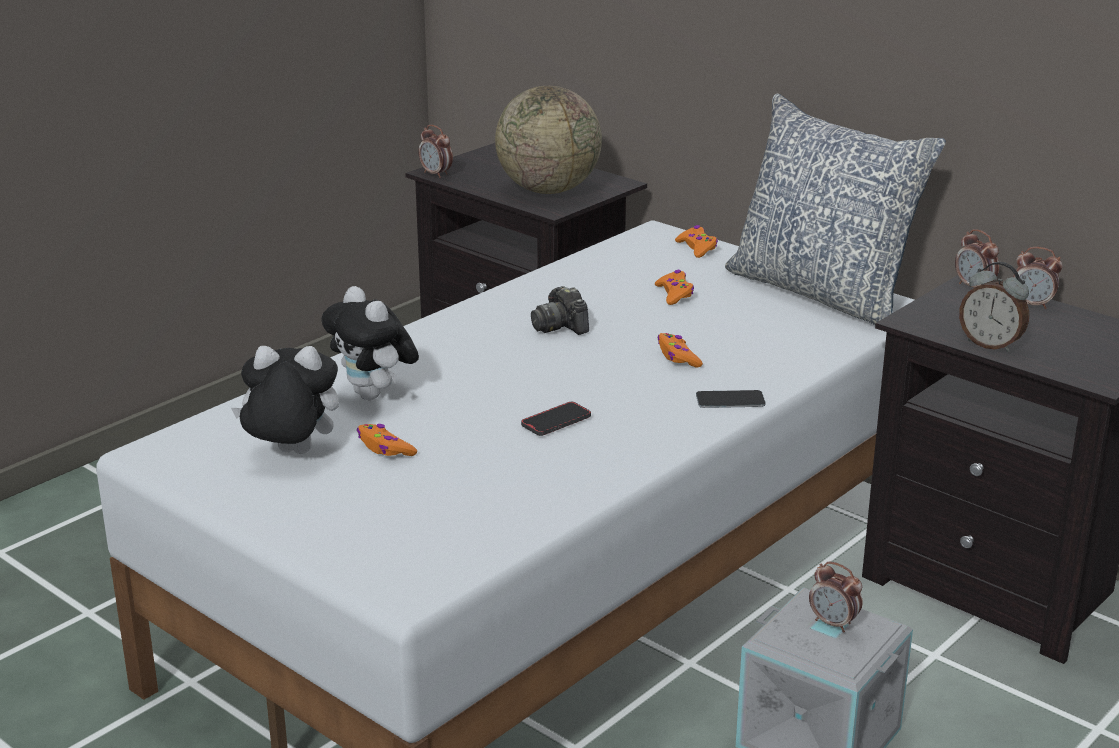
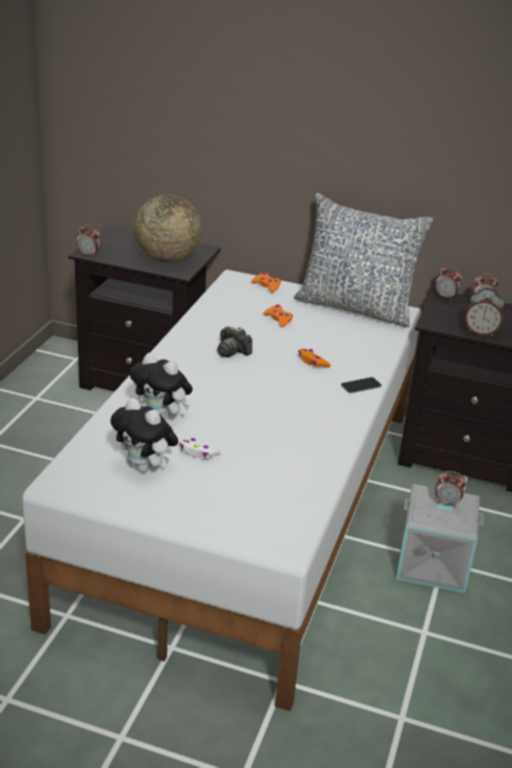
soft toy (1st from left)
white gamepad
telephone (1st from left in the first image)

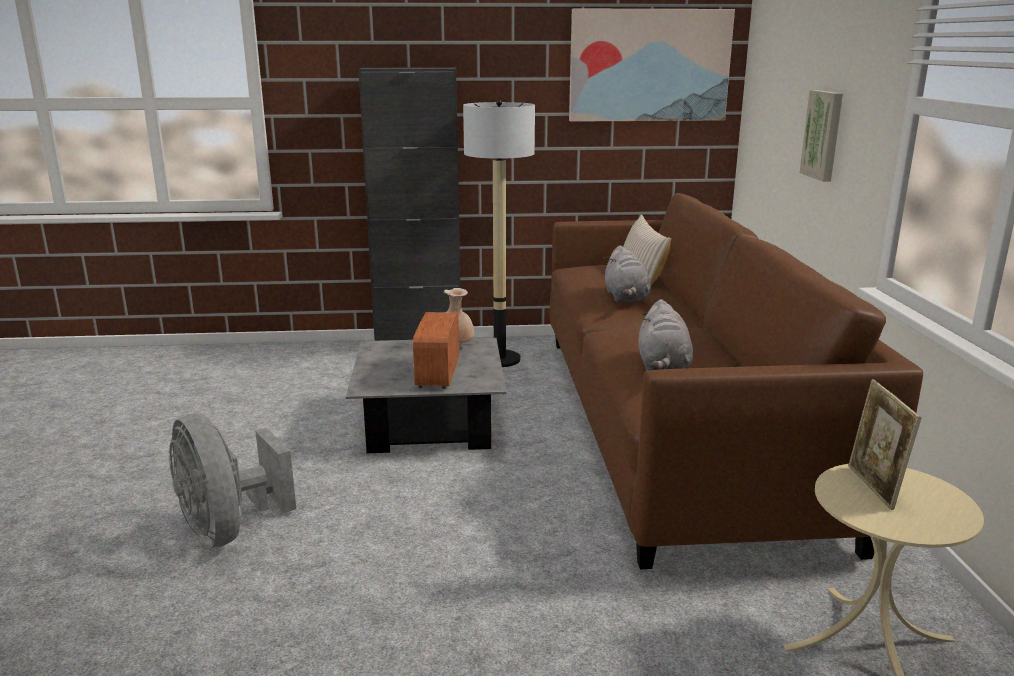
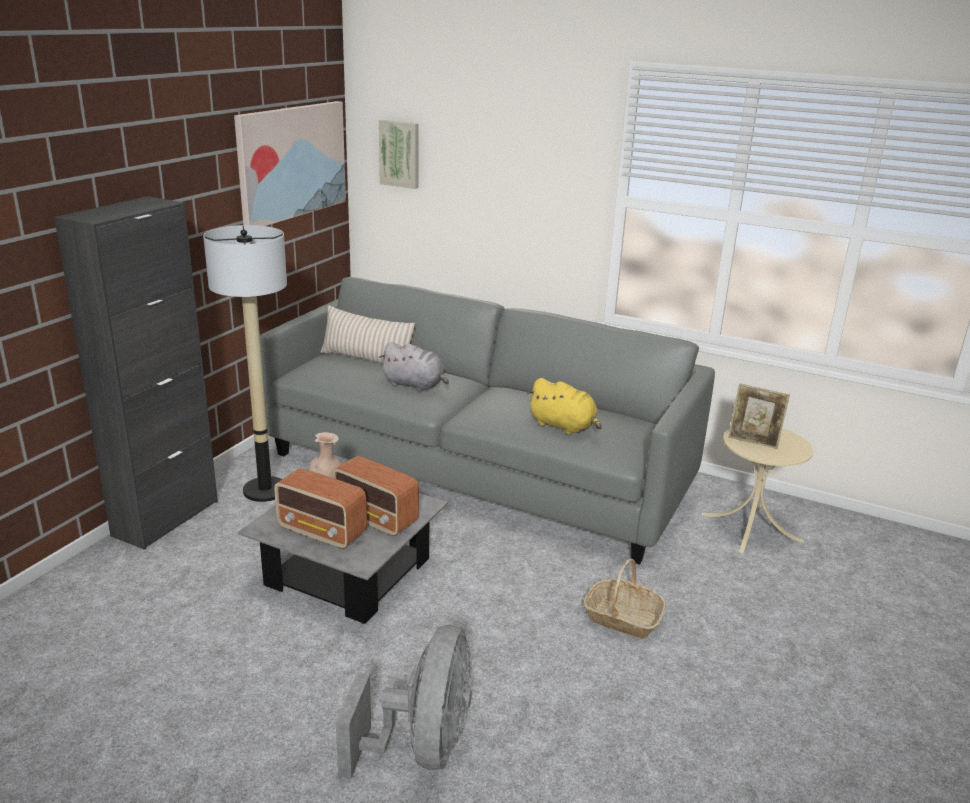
greyish couch
radio set (1st from left)
greyish cooling fan
wall art (2nd from left)
yellow soft toy
basket

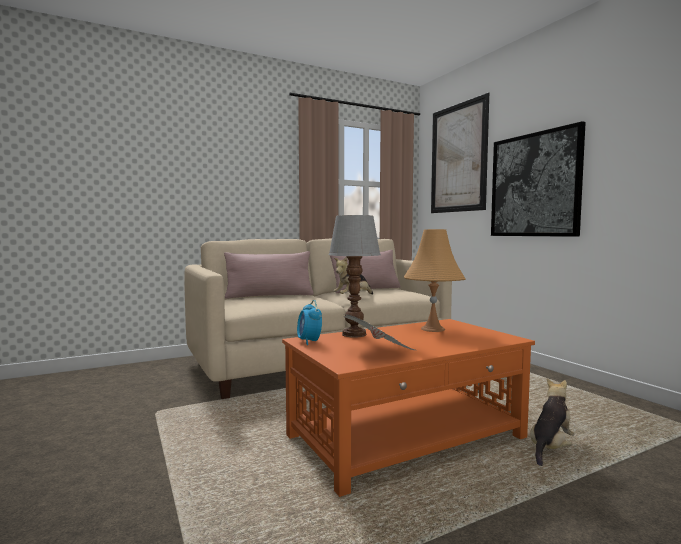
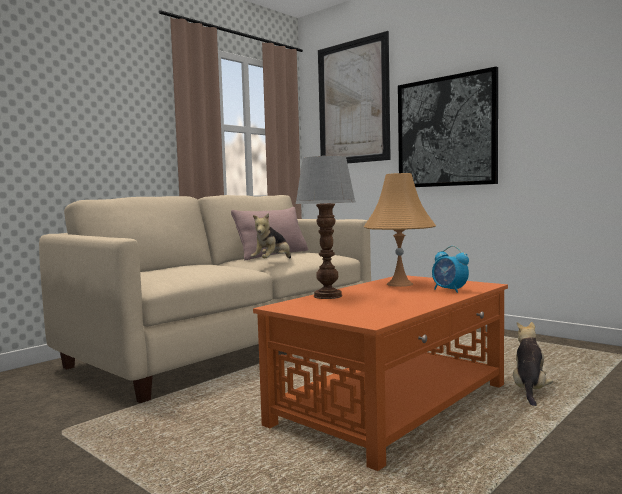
alarm clock
pinkish pillow (1st from left in the first image)
daily paper

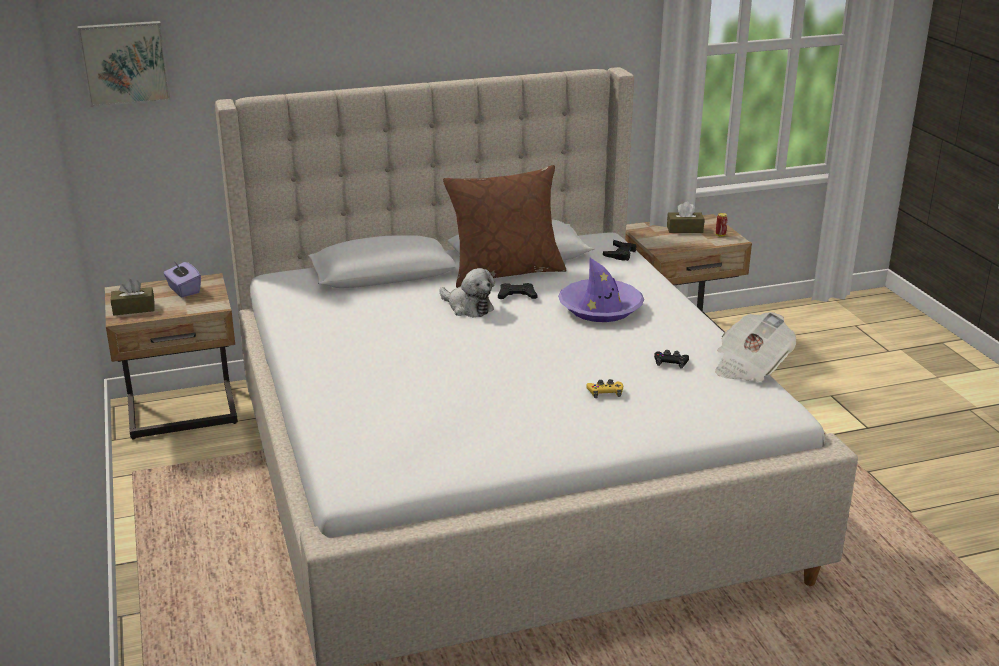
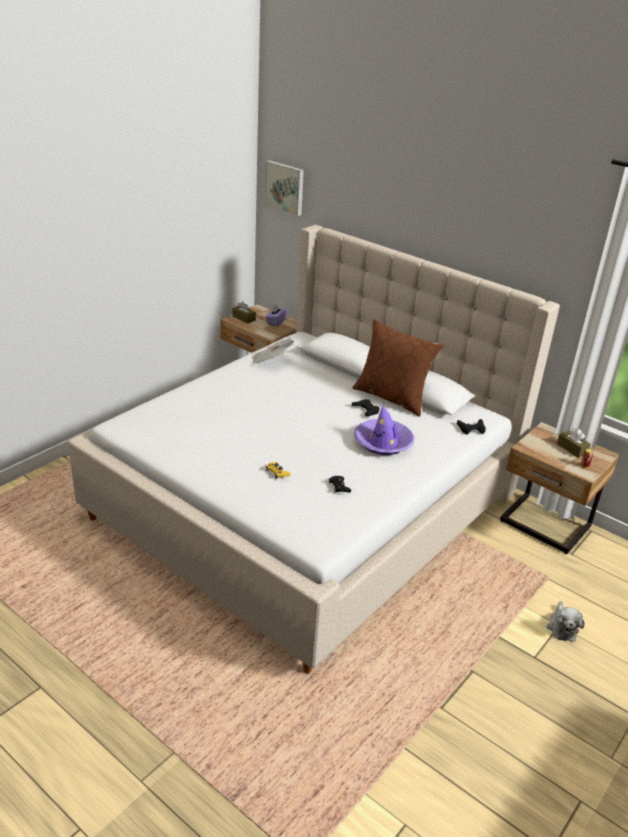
daily paper
soft toy

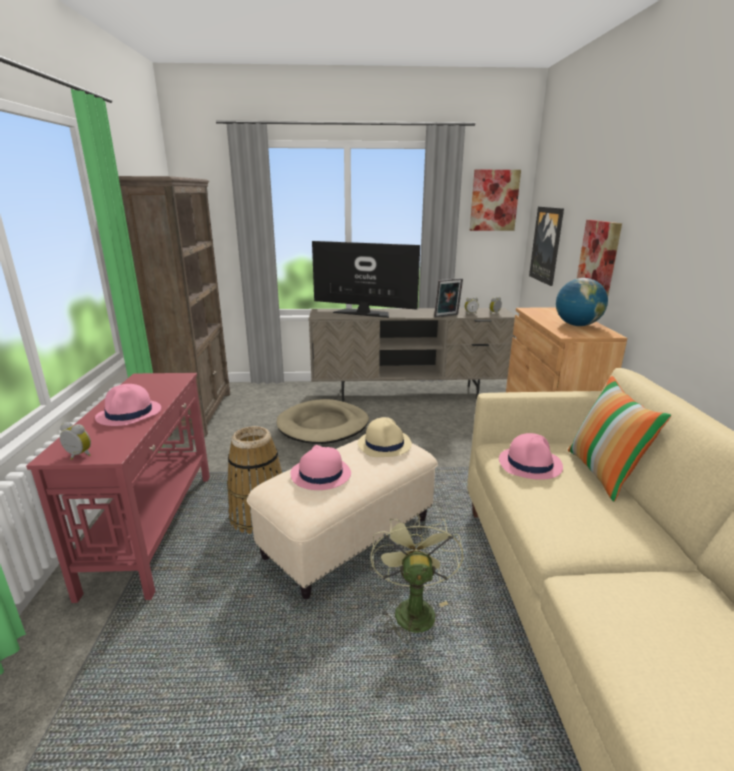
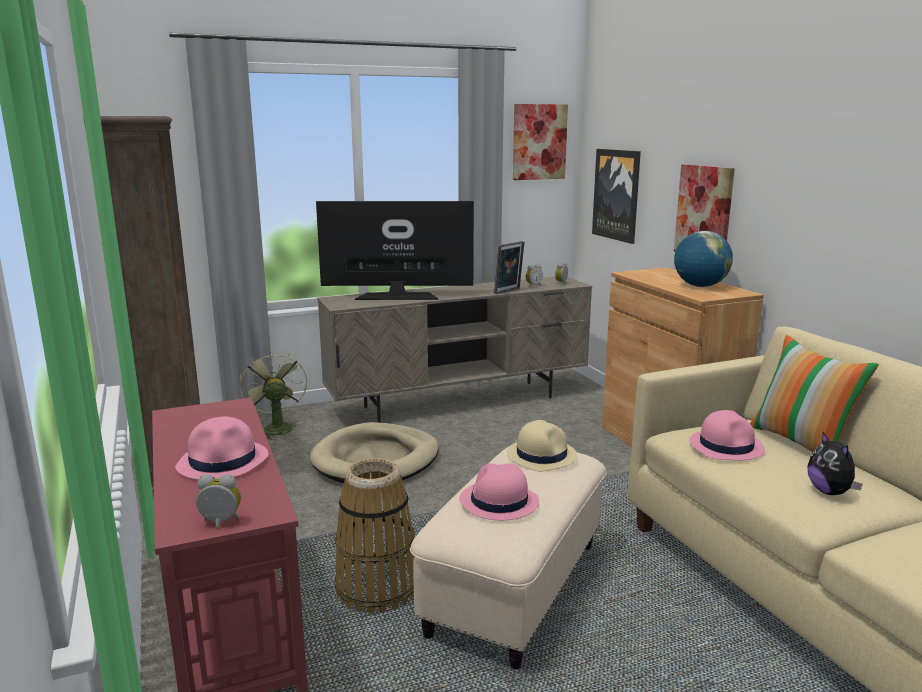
green cooling fan
soft toy

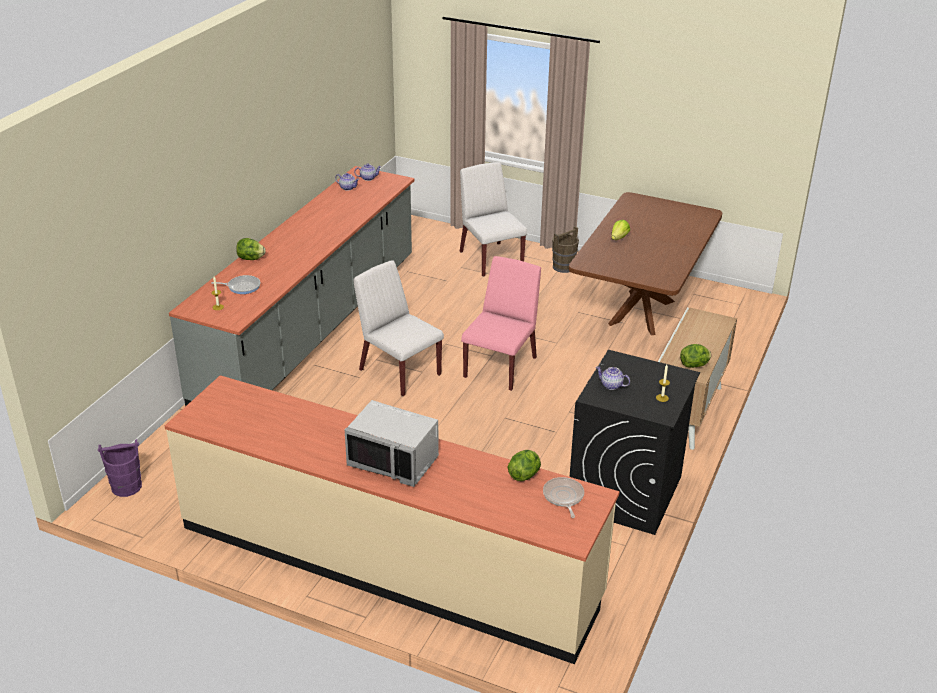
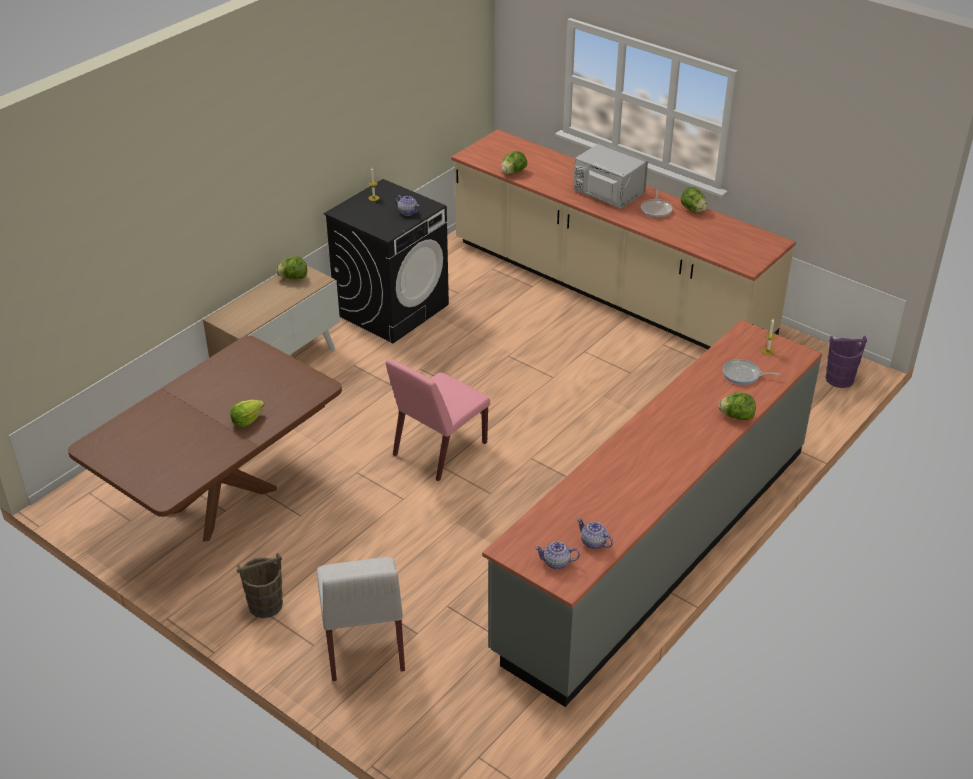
pan (1st from left)
lettuce (4th from left)
white upright chair (1st from left in the first image)

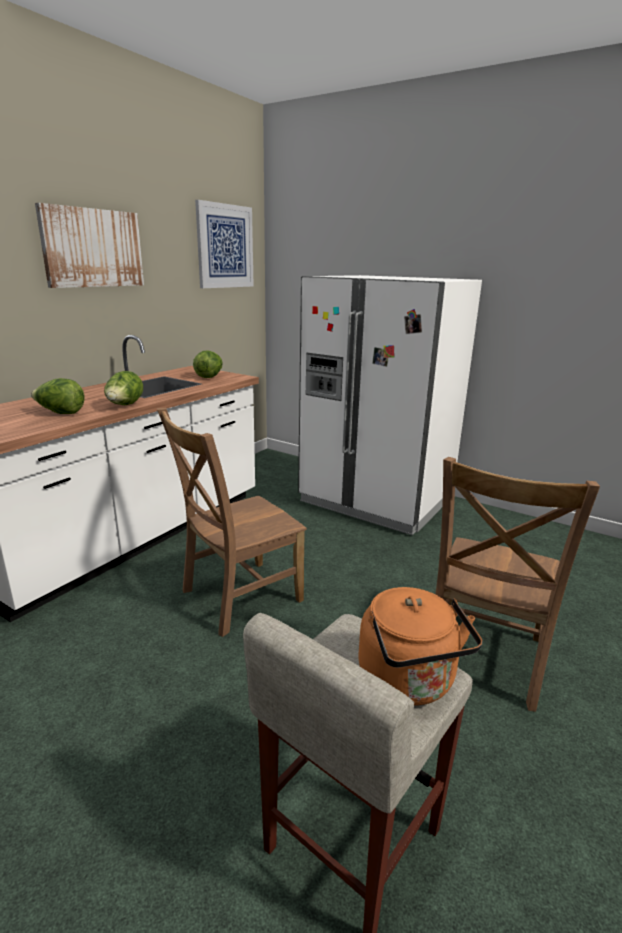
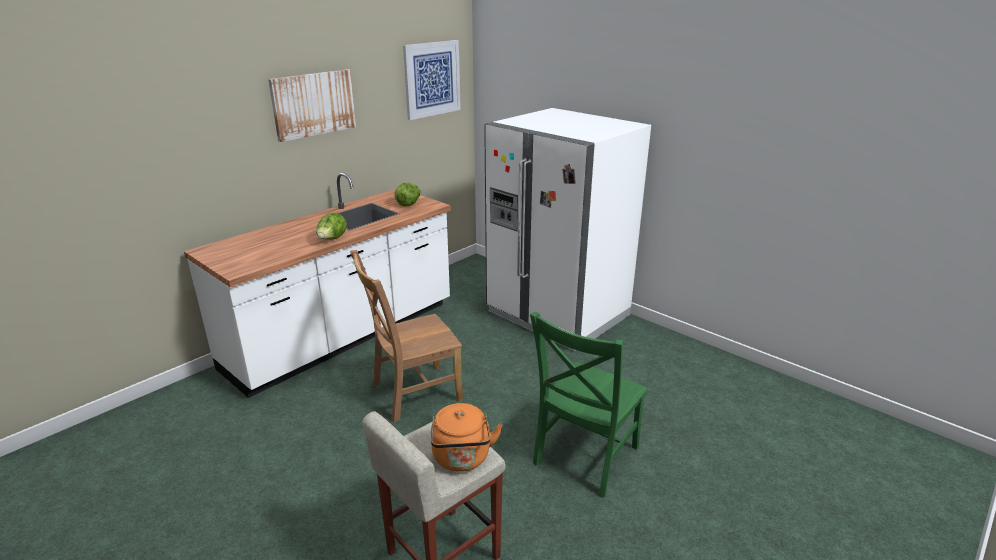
green upright chair
lettuce (1st from left in the first image)

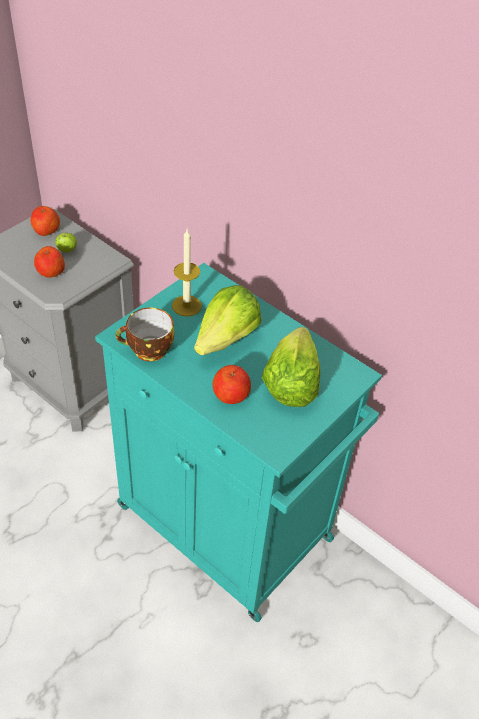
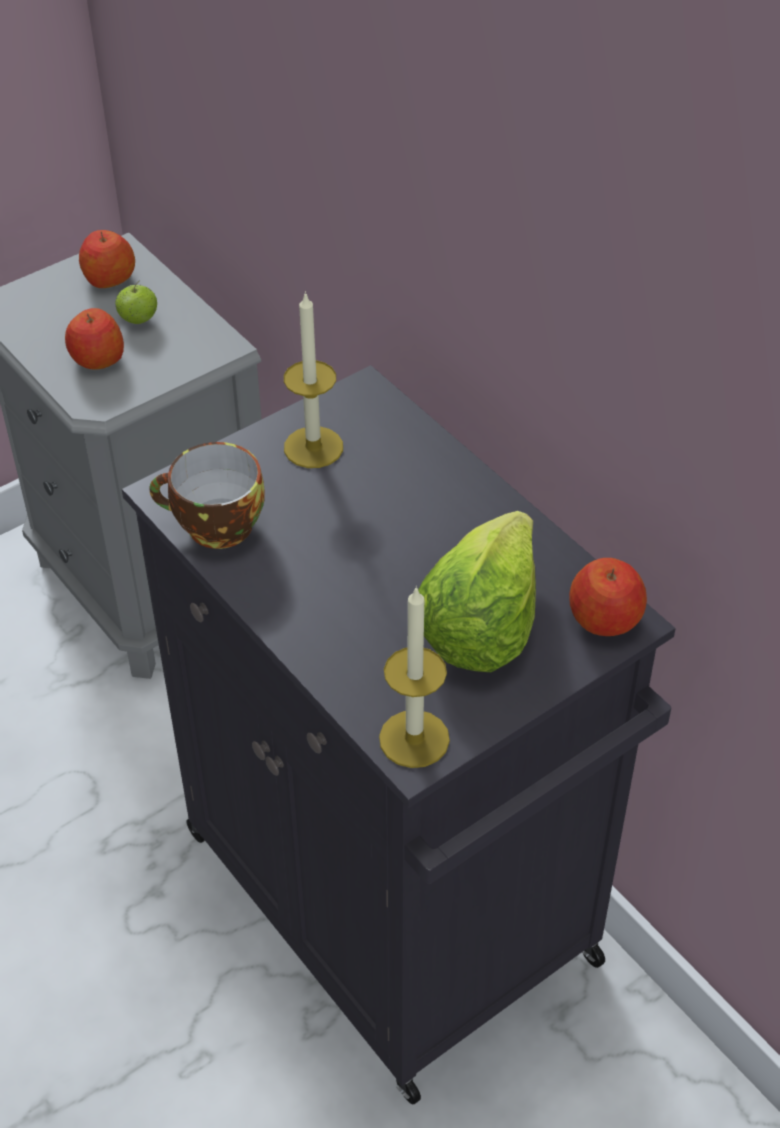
blackish cabinet
wax candle (2nd from left)
apple fruit (4th from left)
lettuce (1st from left in the first image)

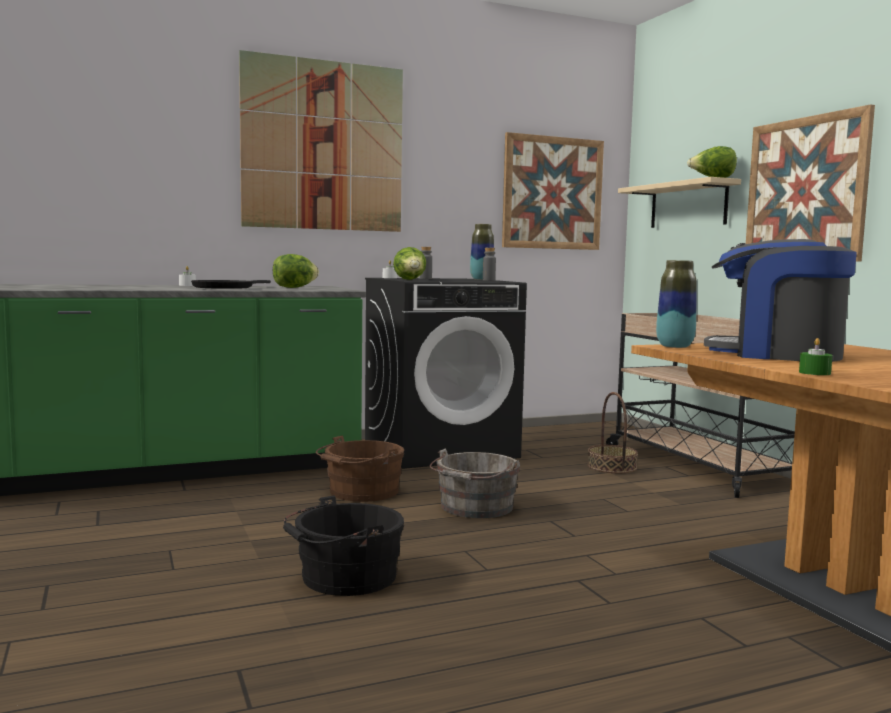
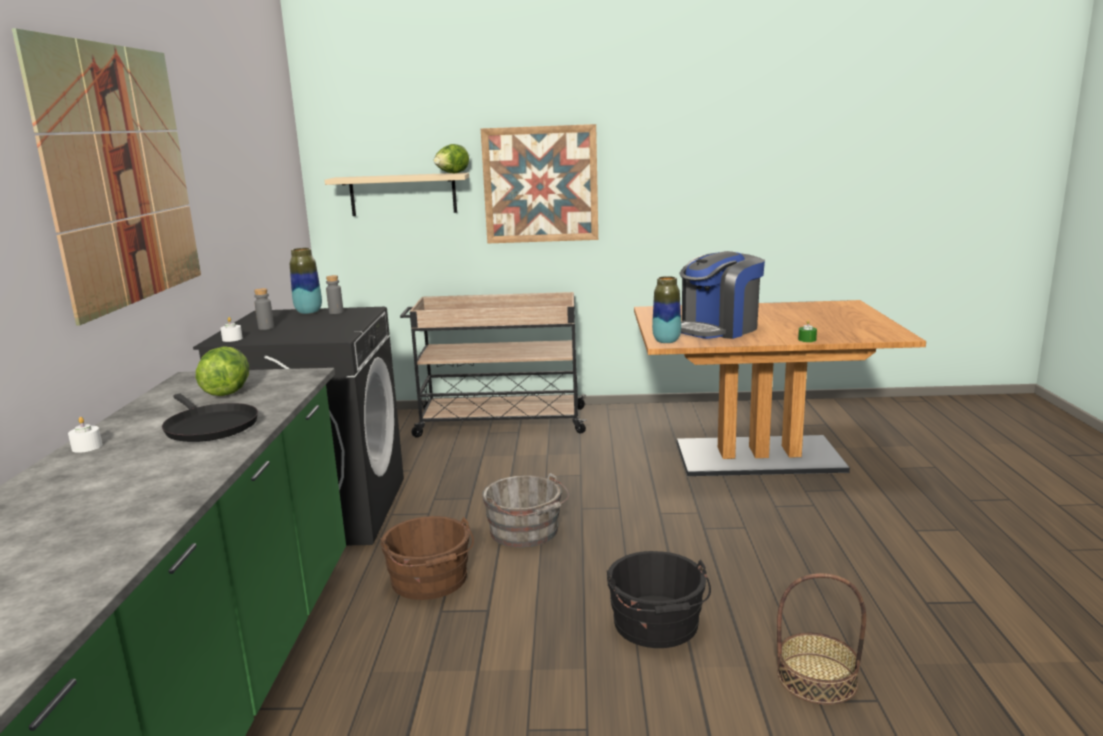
basket
lettuce (2nd from left in the first image)
wall art (2nd from left in the first image)

